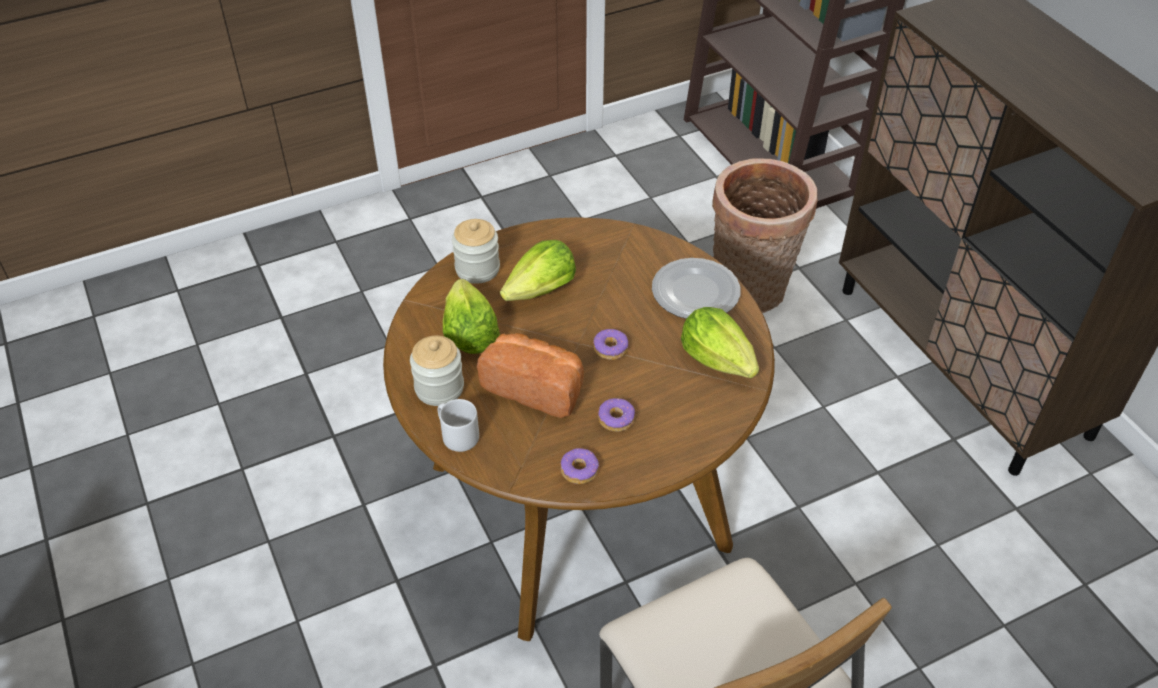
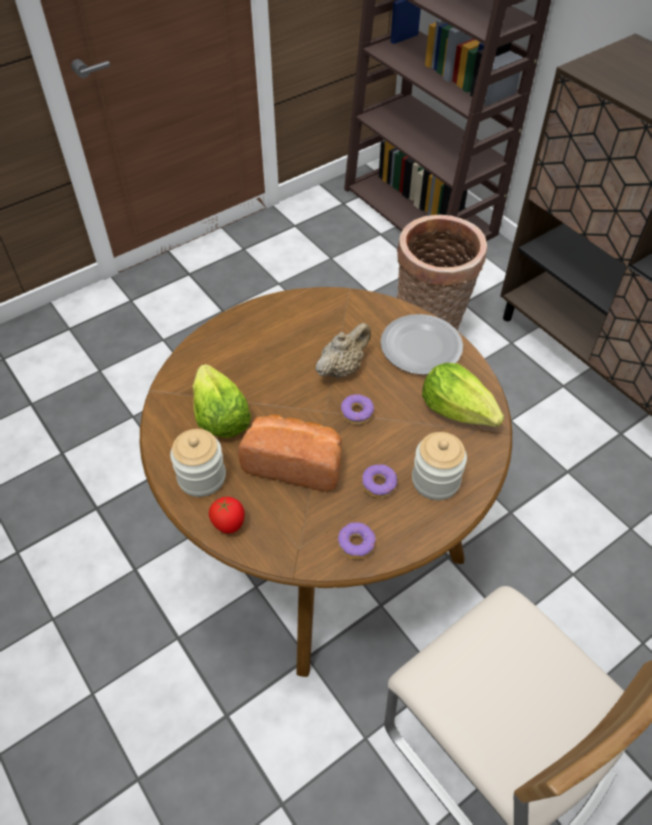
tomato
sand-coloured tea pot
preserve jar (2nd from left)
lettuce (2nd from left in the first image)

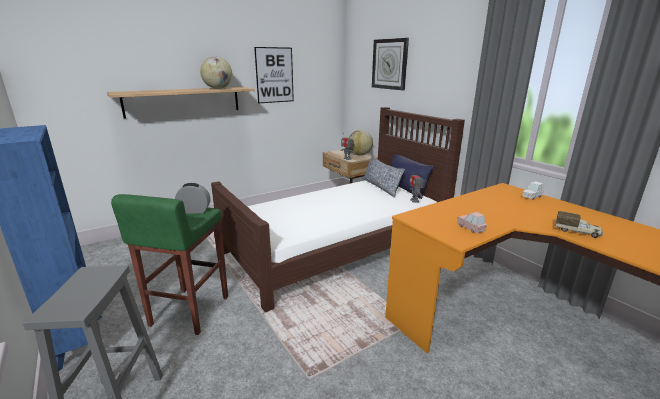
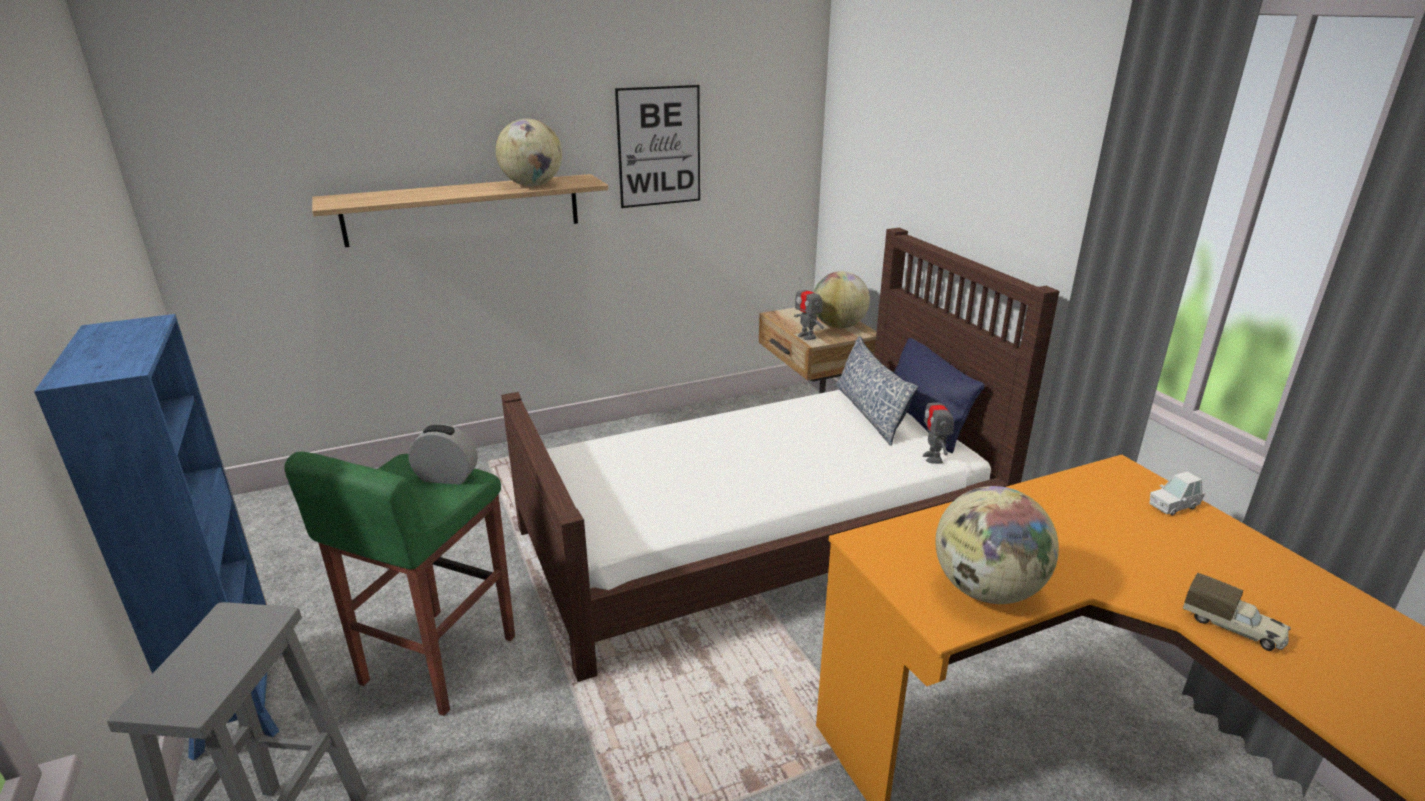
globe (3rd from left)
clock on the wall

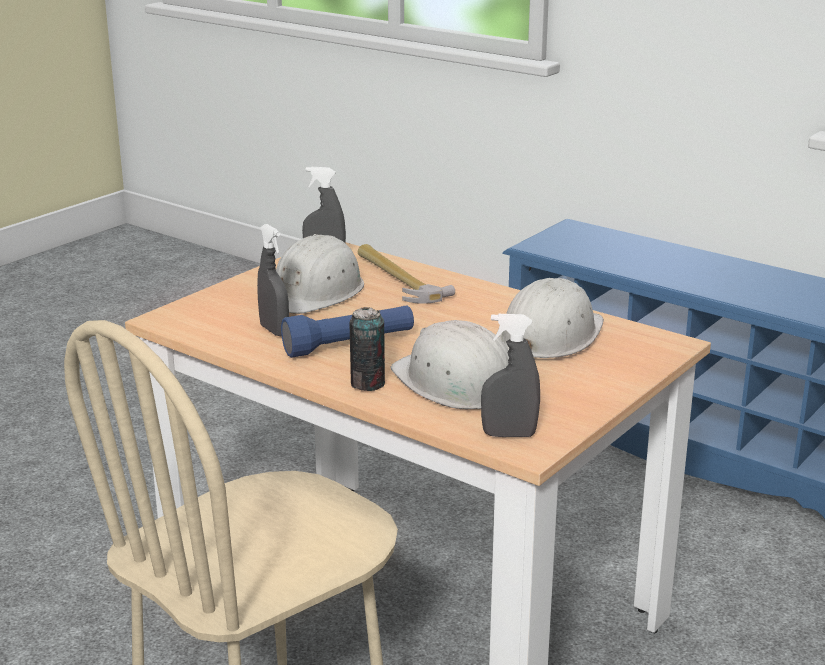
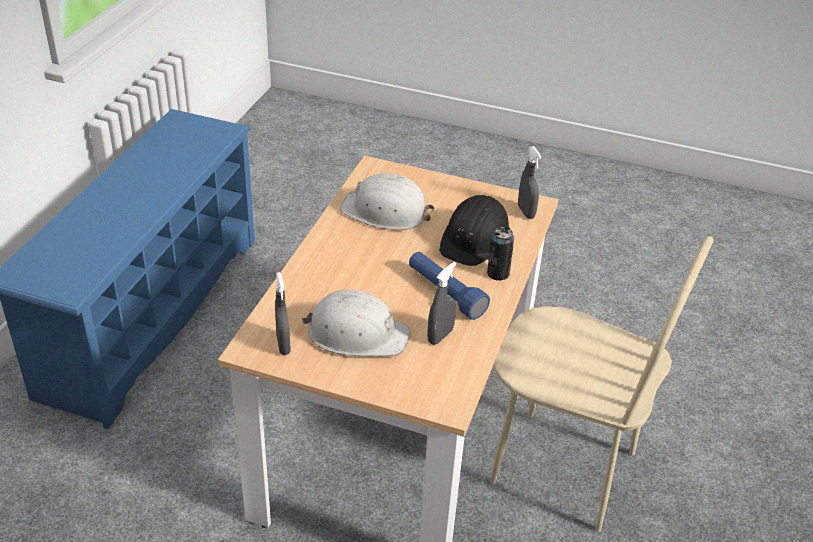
blackish hard hat
hand hammer

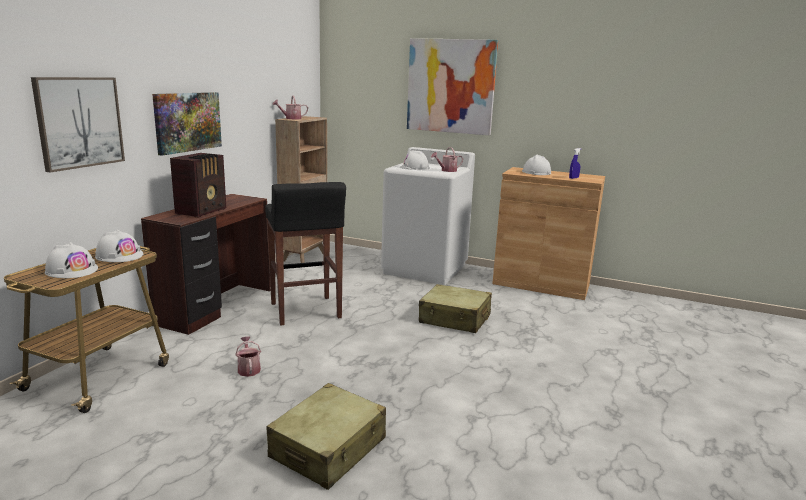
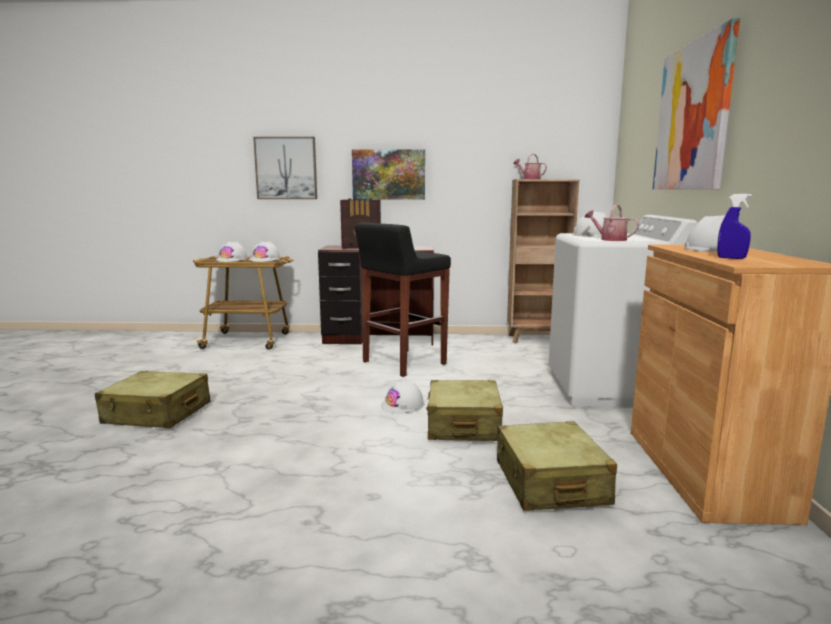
white hard hat (3rd from left)
sand-coloured suitcase (3rd from left)
watering can (1st from left in the first image)

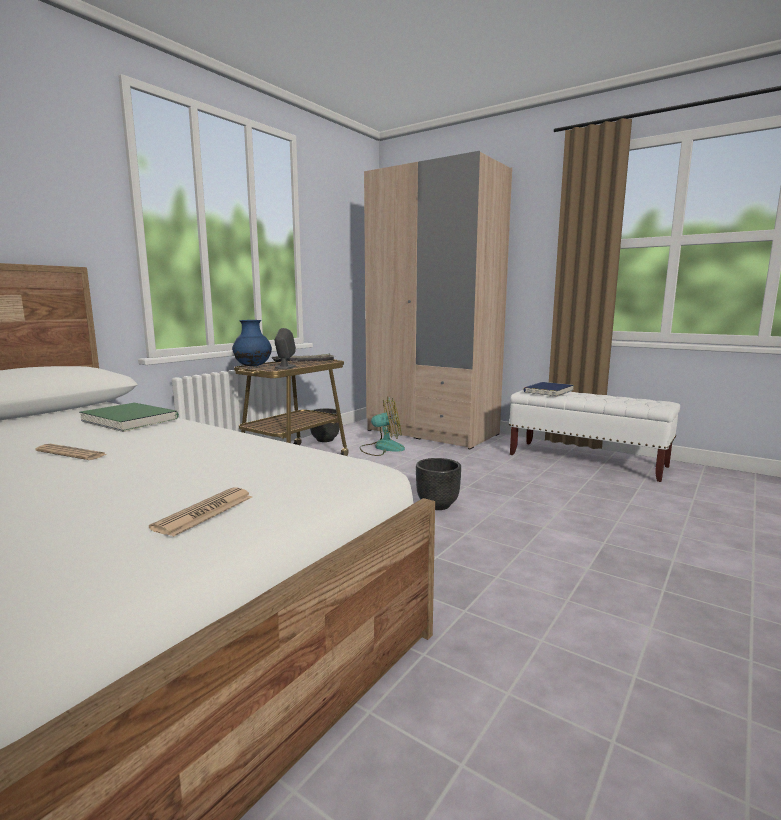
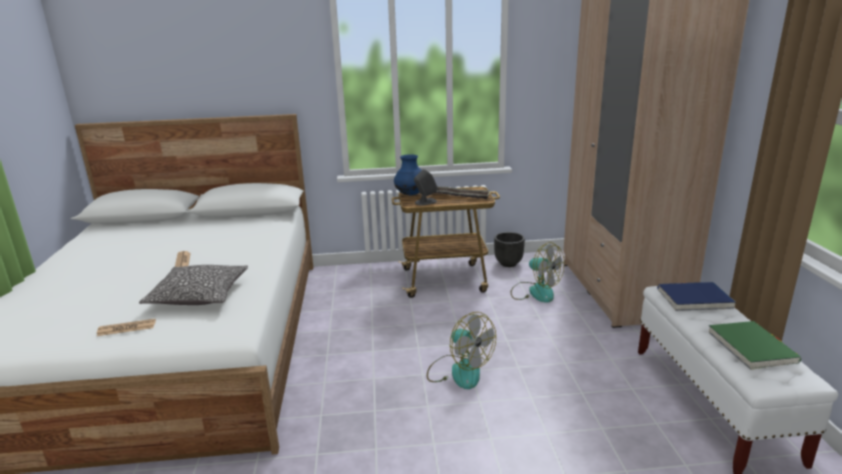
pillow
cooling fan (1st from left)
green volume

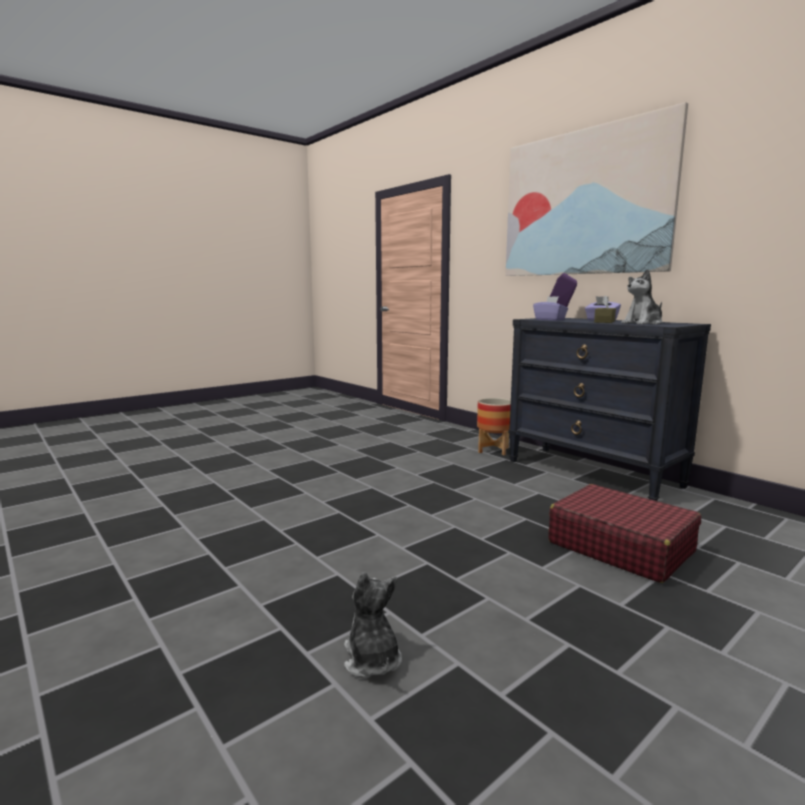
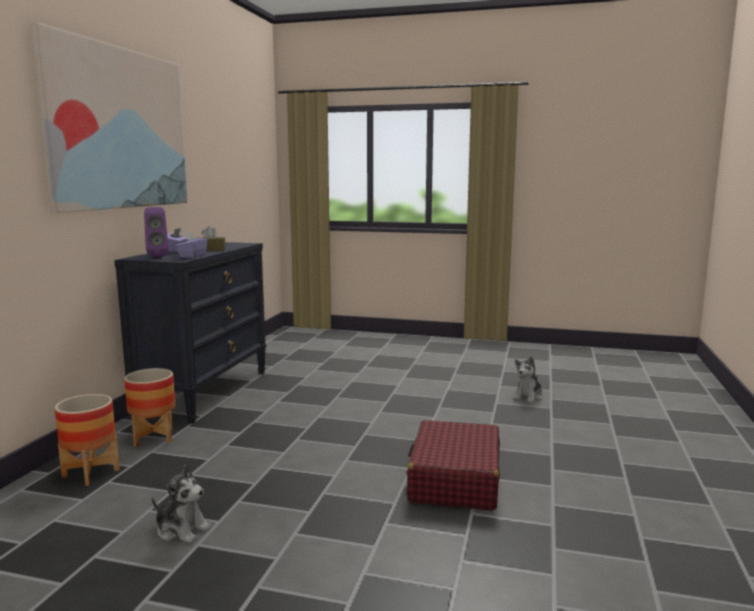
plant pot (1st from left)
soft toy (1st from left)
reddish suitcase

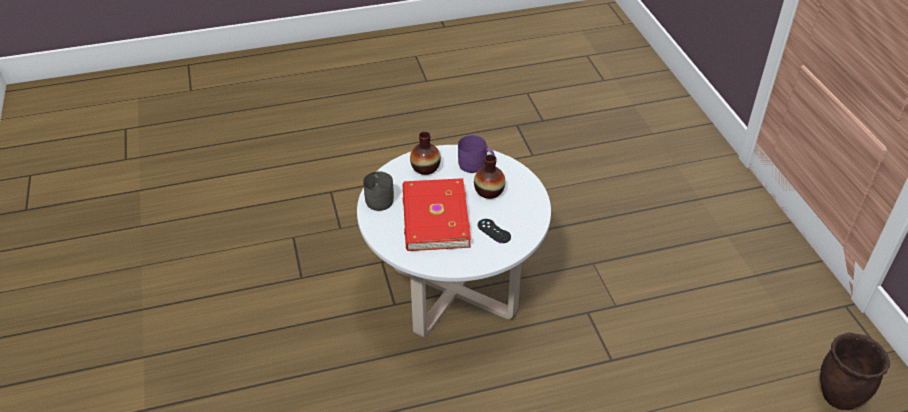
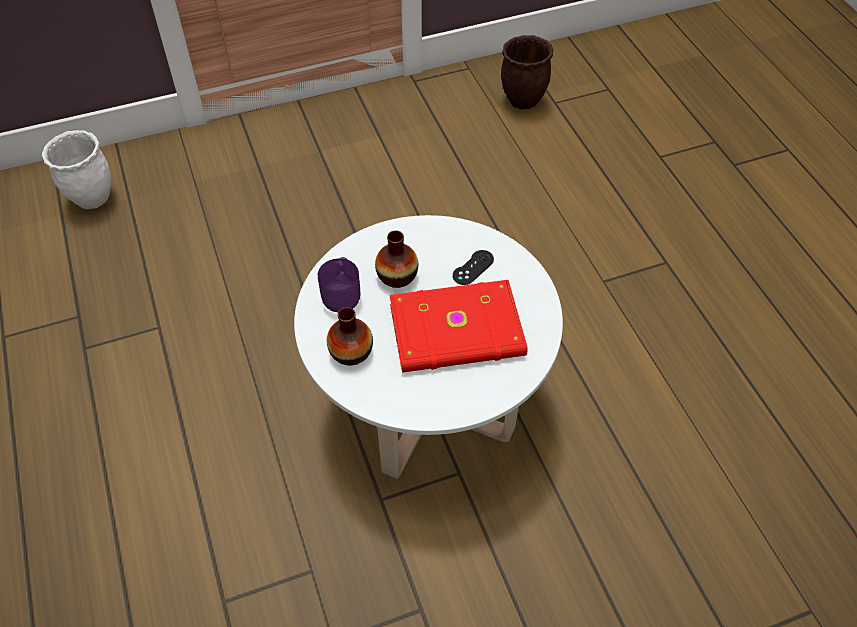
white plant pot
greyish mug

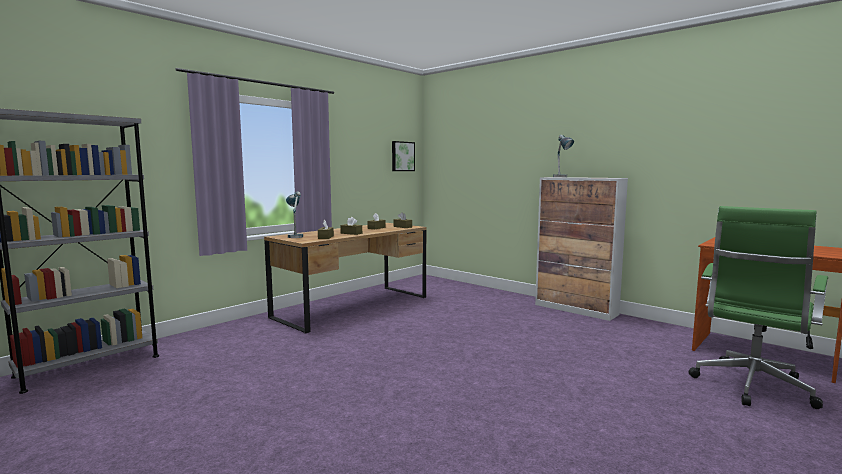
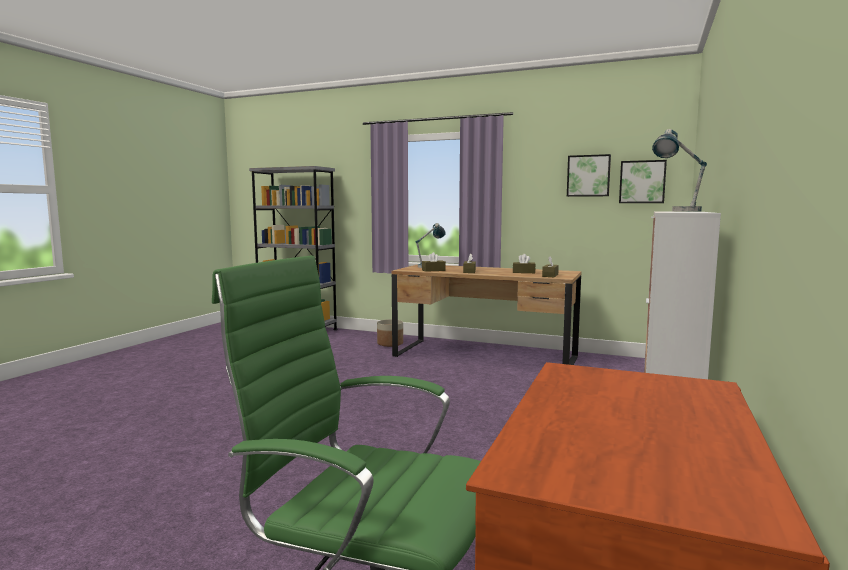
plant pot
wall art (1st from left)

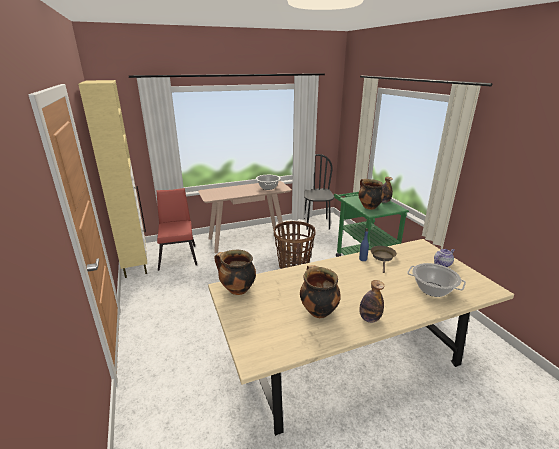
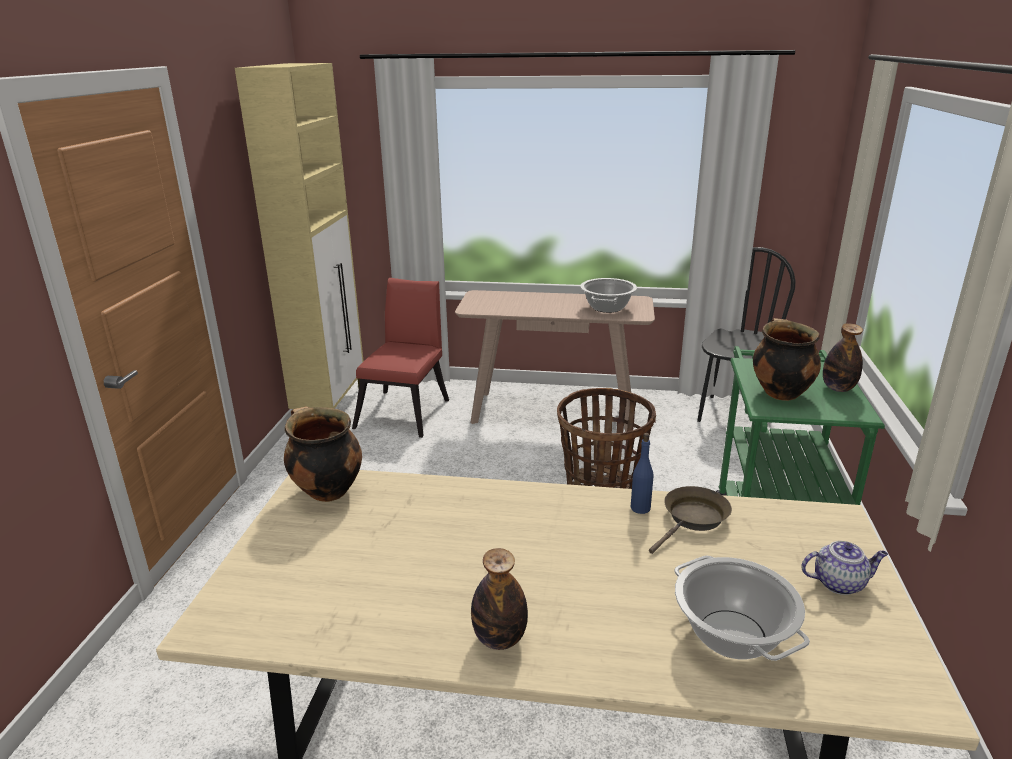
stockpot (3rd from left in the first image)

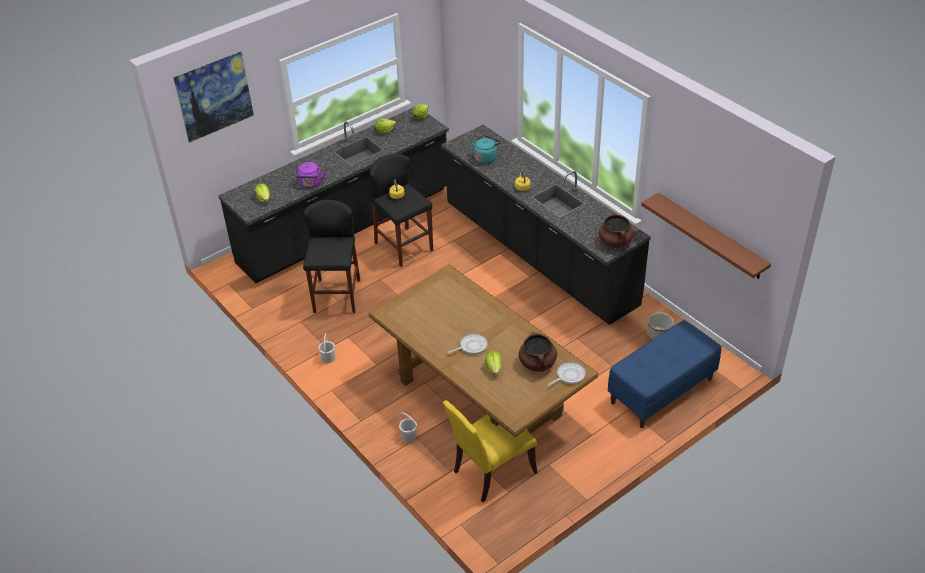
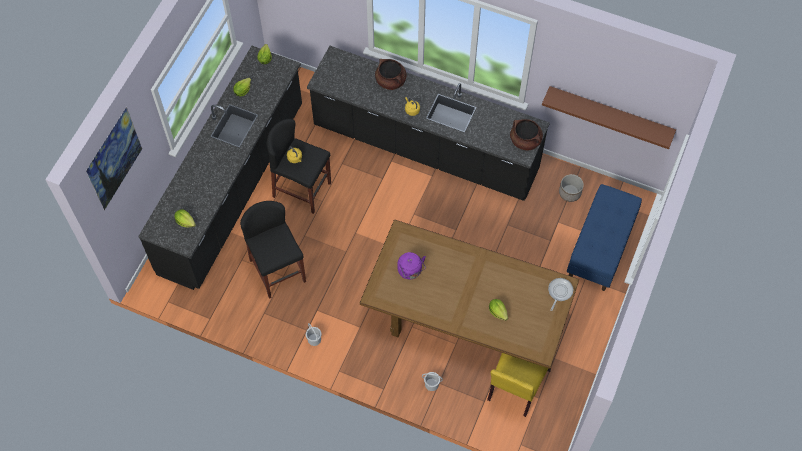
brown stockpot (1st from left)
purplish tea kettle
pan (1st from left in the first image)
blue-green tea kettle

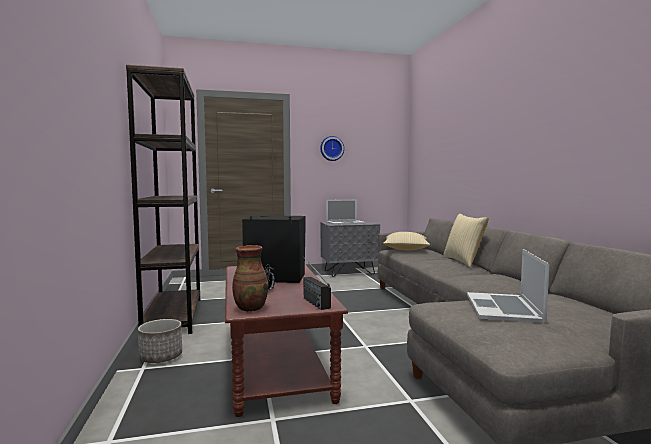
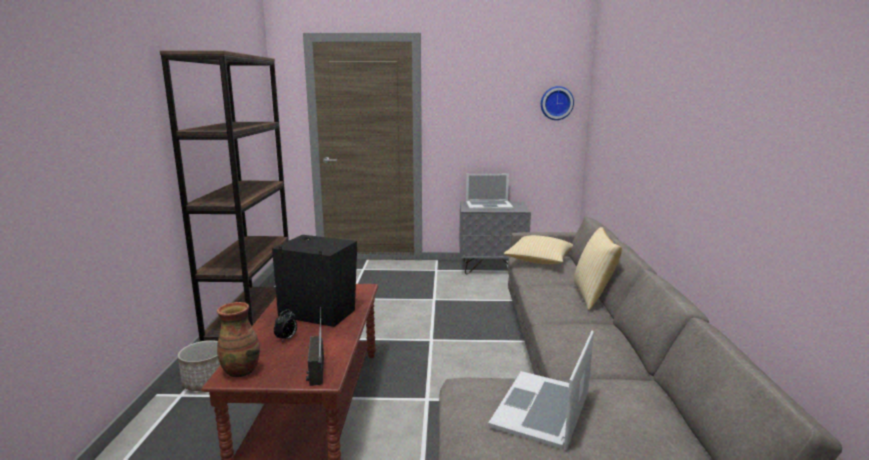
clock on the wall

